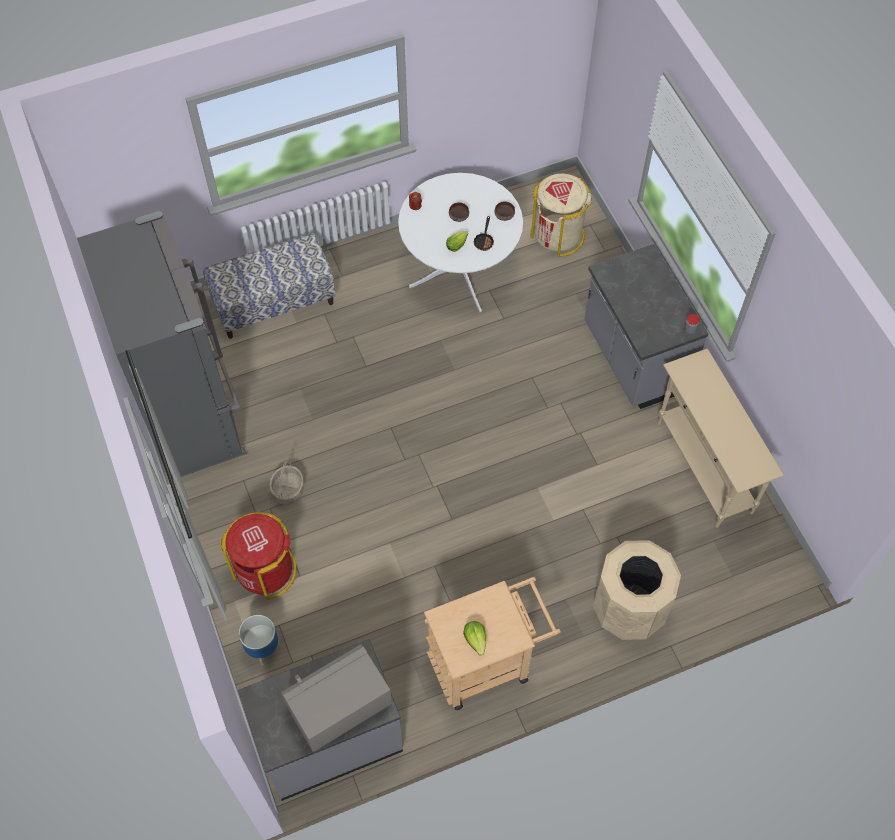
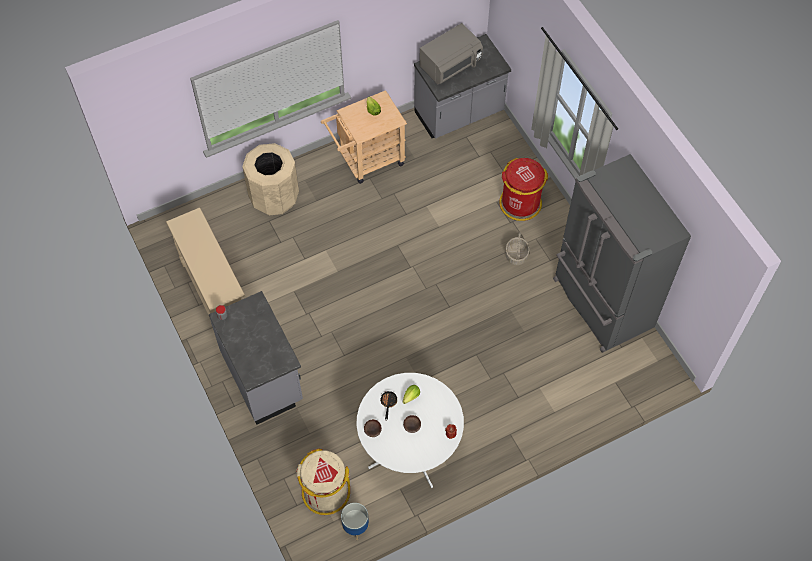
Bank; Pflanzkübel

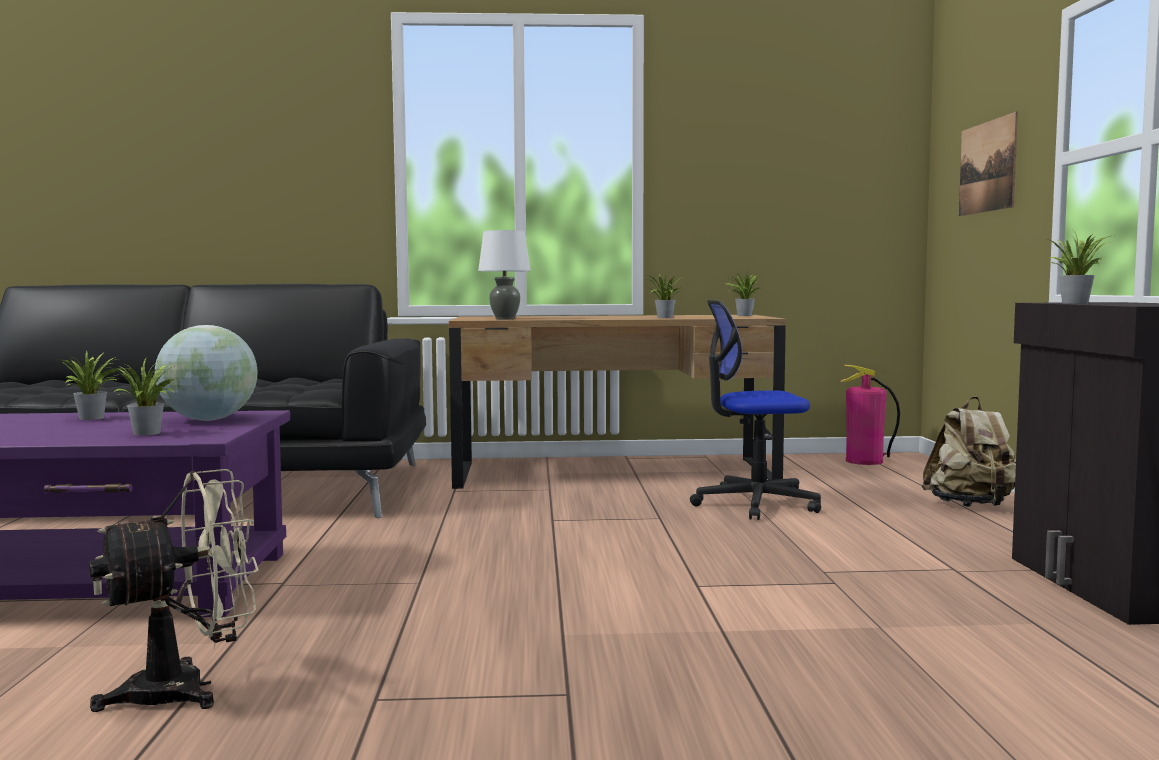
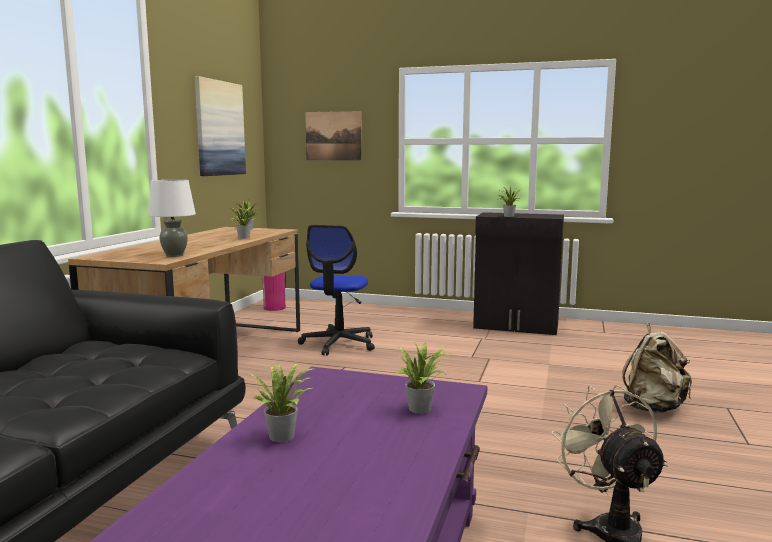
Globus; Bild (1st from left); Rucksack [beige]

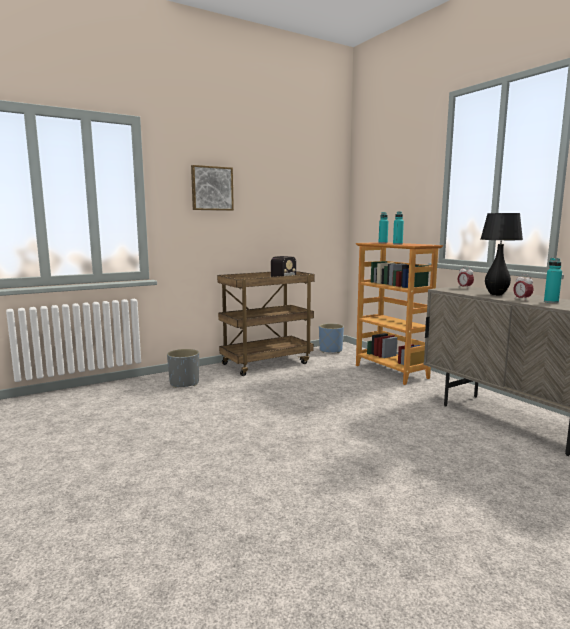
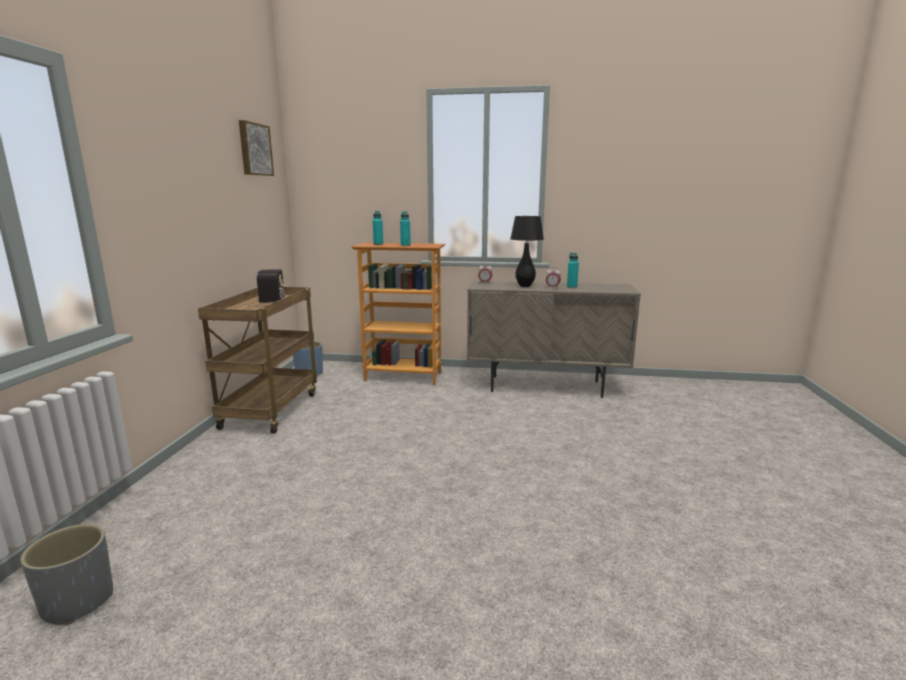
Pflanzkübel [grau]; Bild

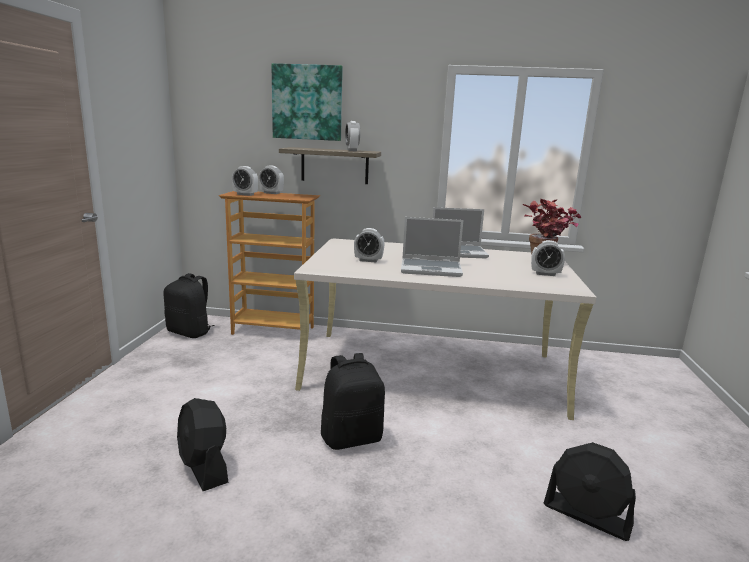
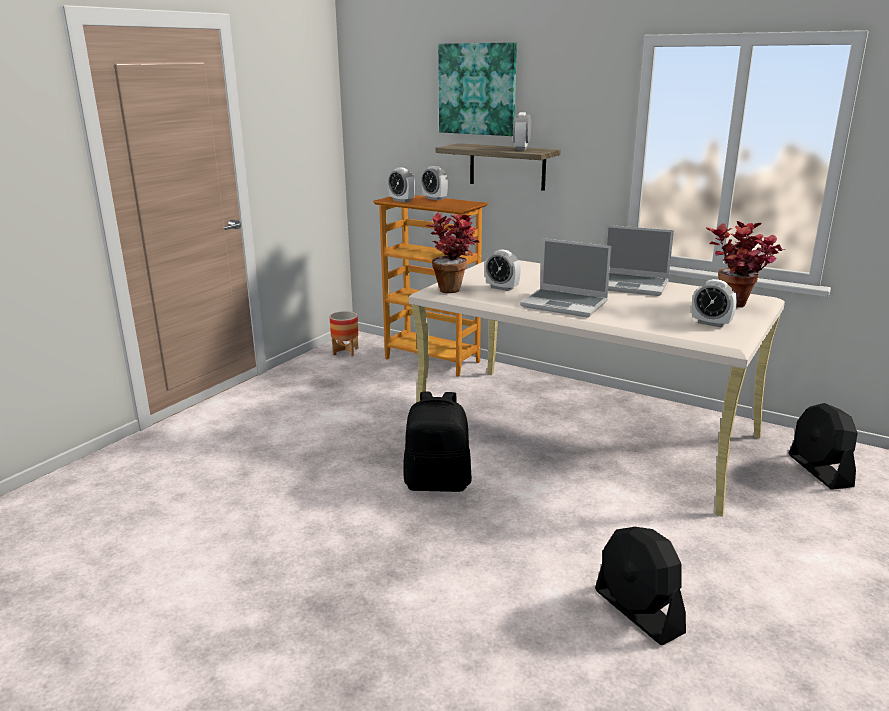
Topfpflanze (1st from left); Ventilator [schwarz] (2nd from left); Pflanzkübel

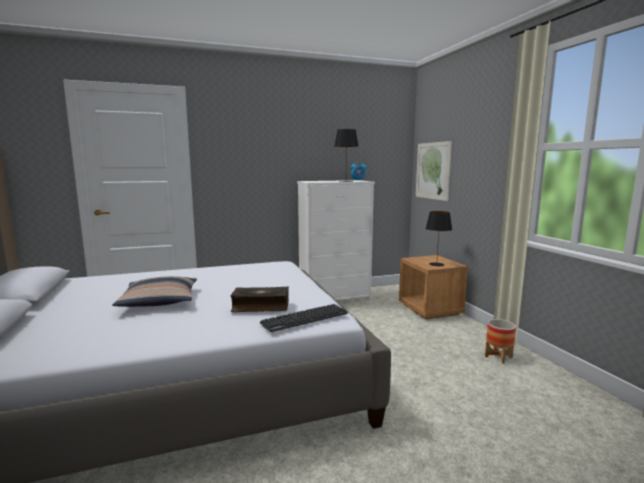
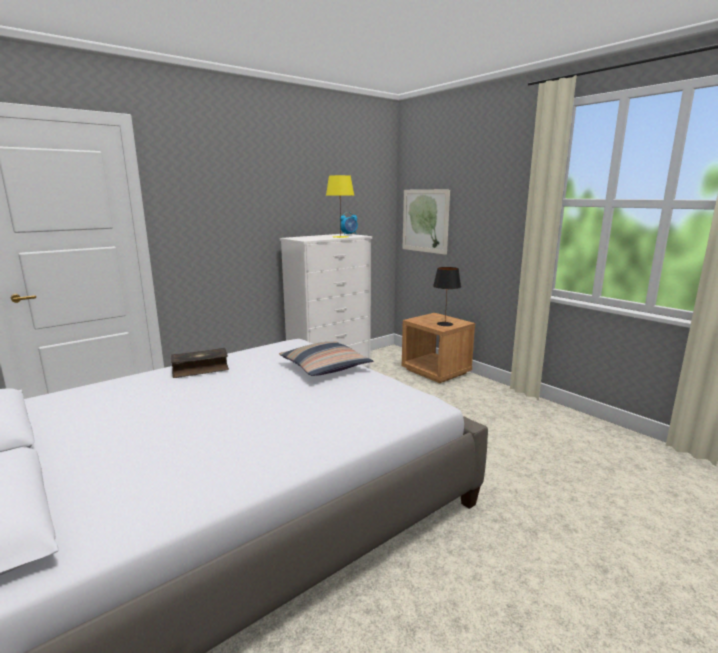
Tastatur; Pflanzkübel; Kissen; Buch; Tischlampe [gelb]

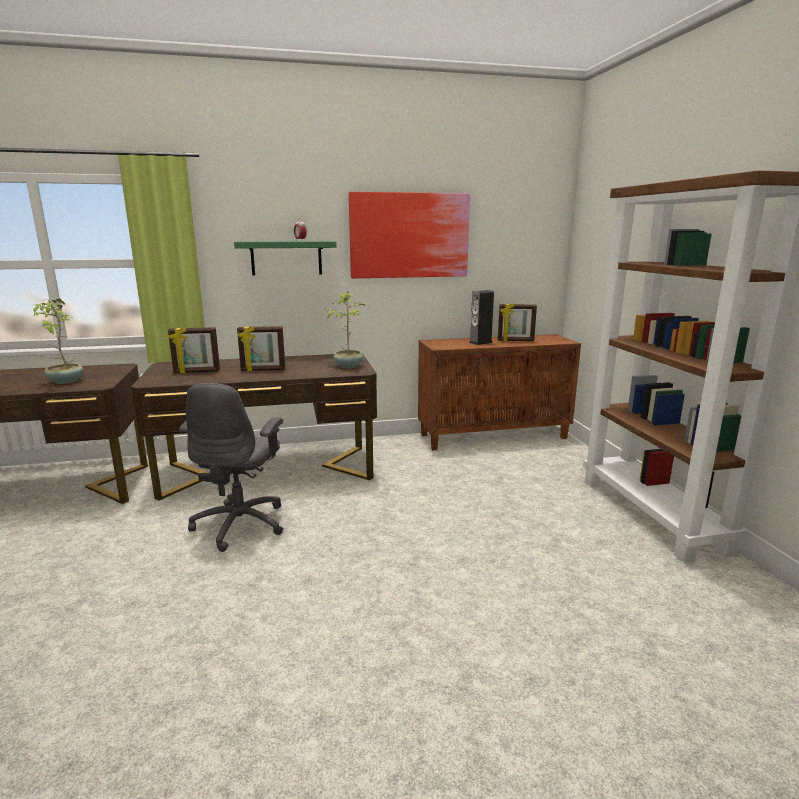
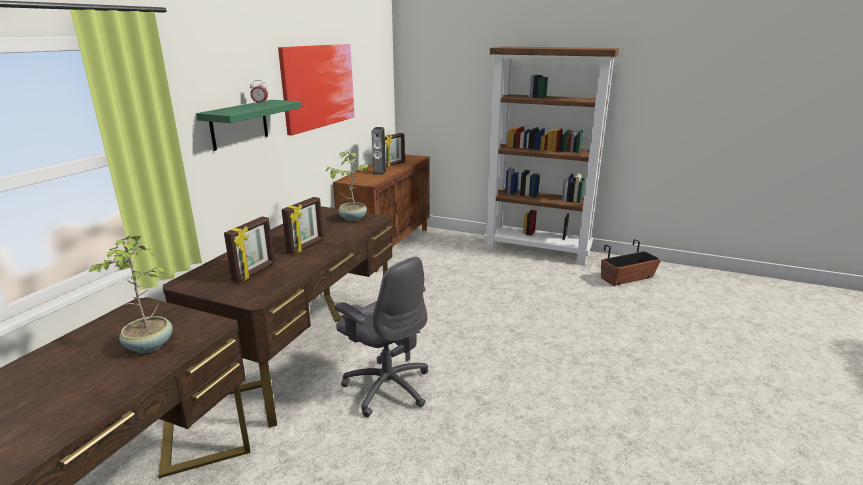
Pflanzkübel

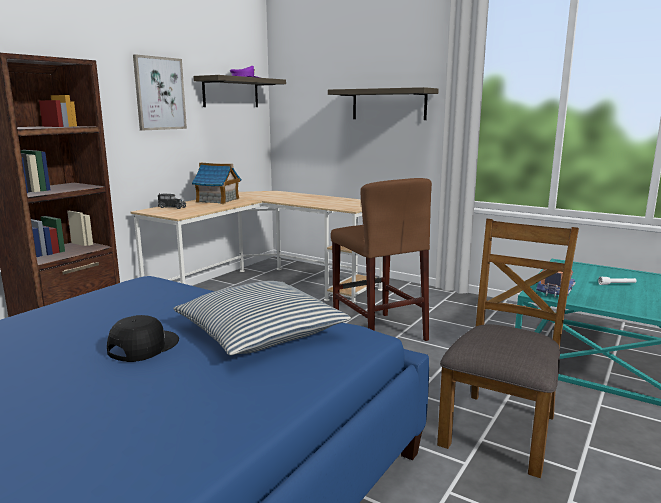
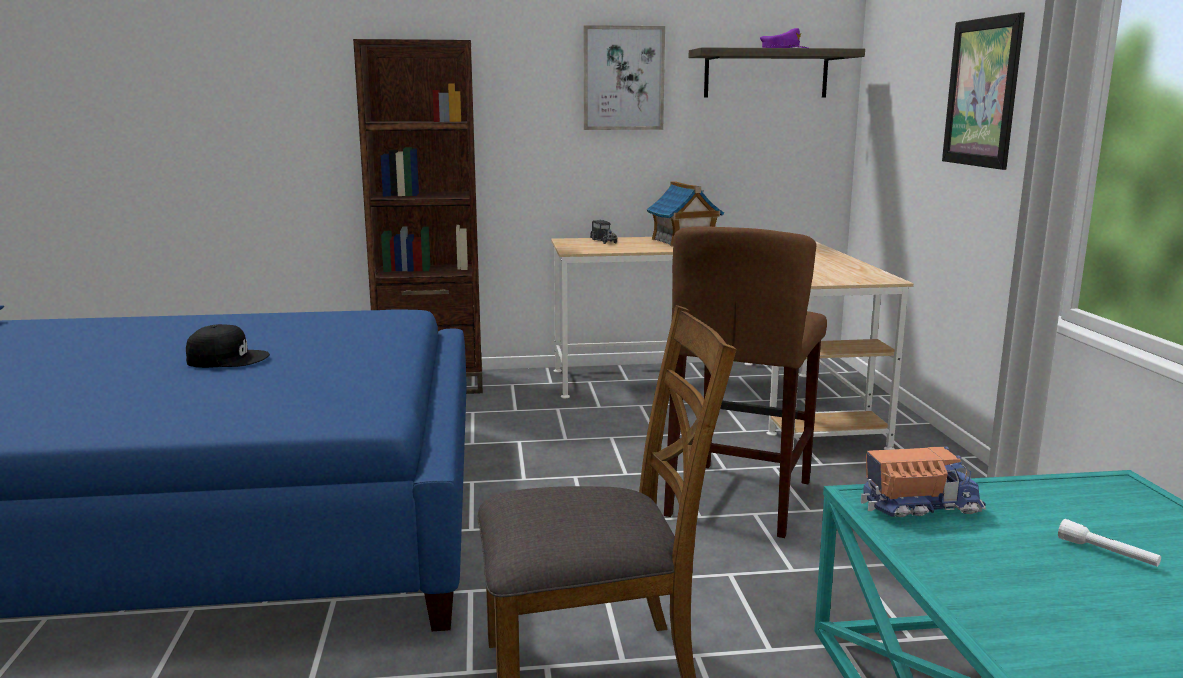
Kissen; Bild (2nd from left)

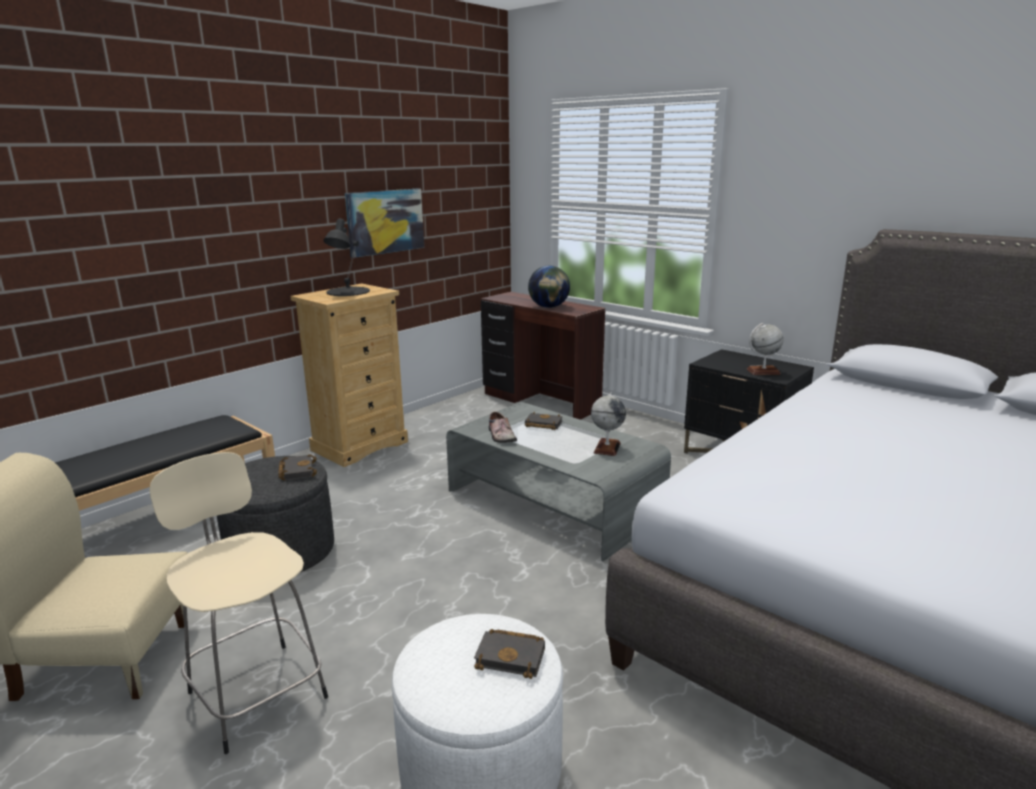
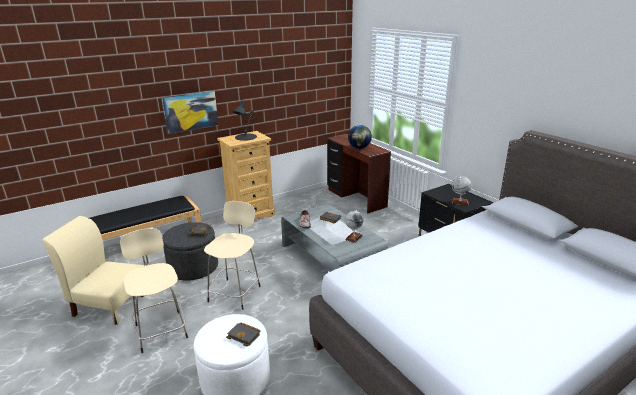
Hocker [beige] (2nd from left); Bild

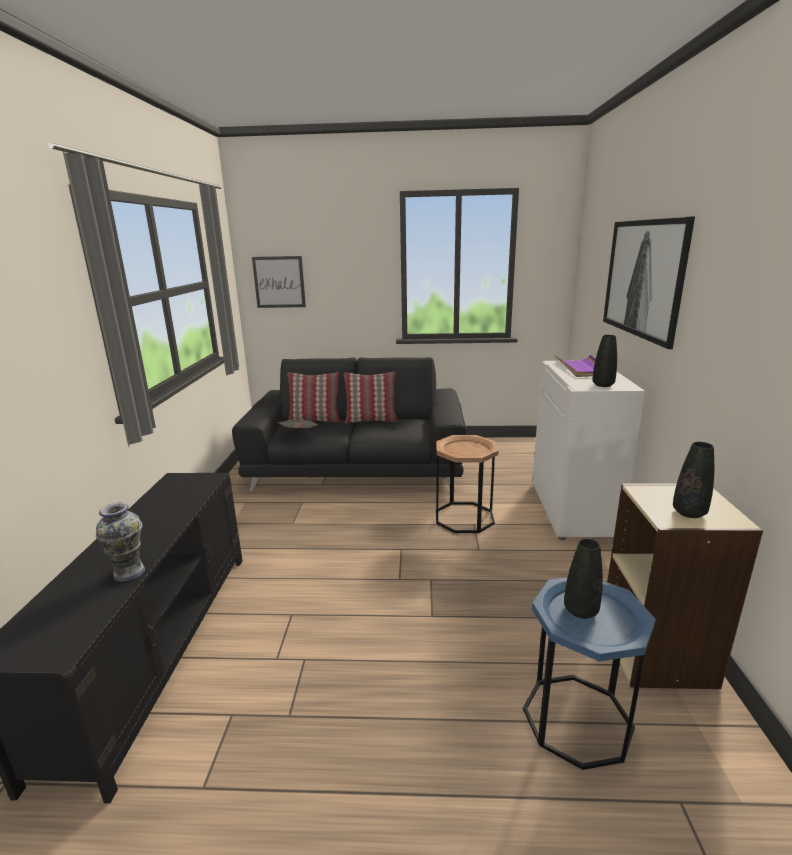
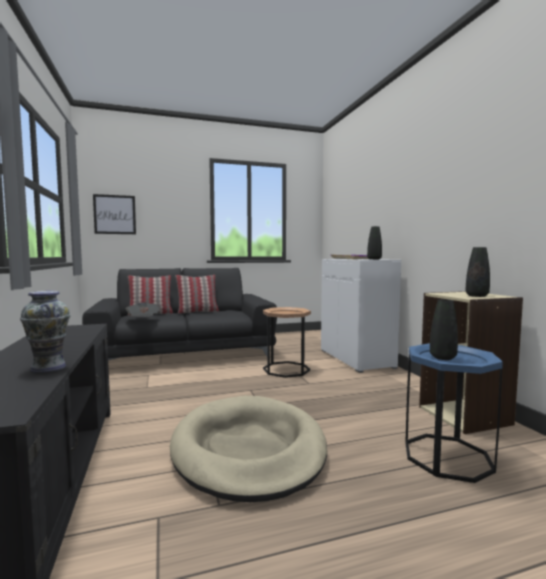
Bild (2nd from left in the first image); Hundebett [beige]

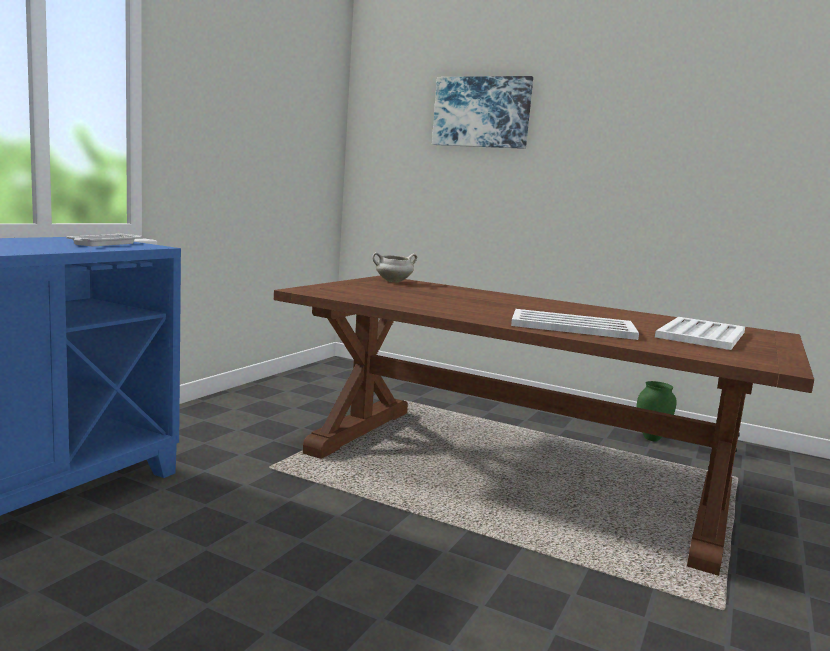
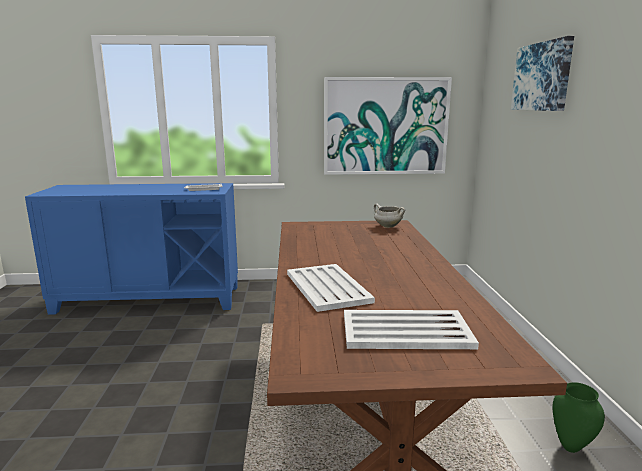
Bild (1st from left)

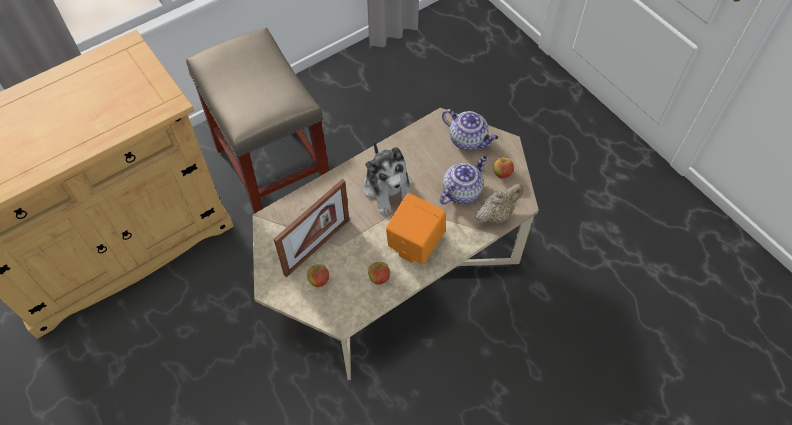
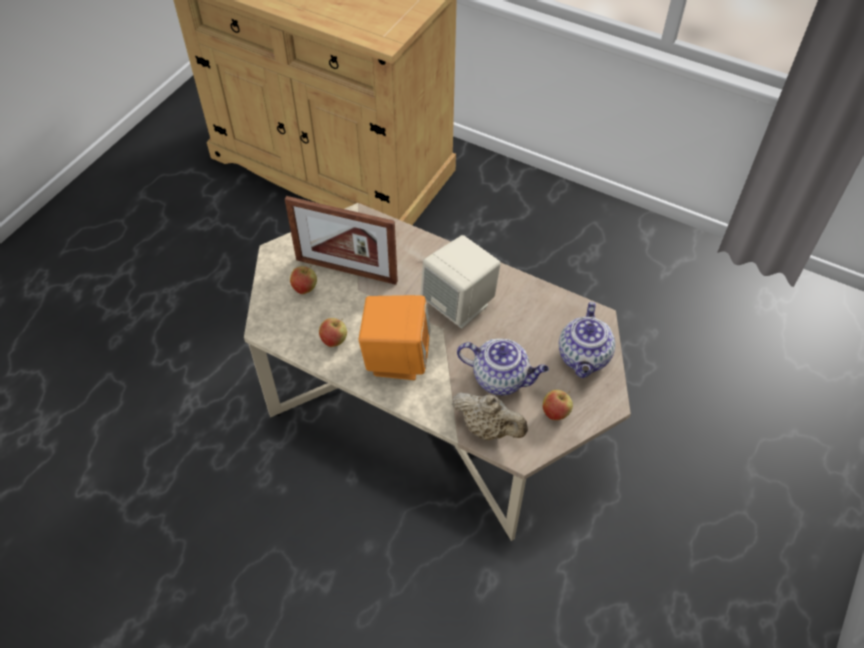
Hocker [beige]; Lautsprecher [beige]

